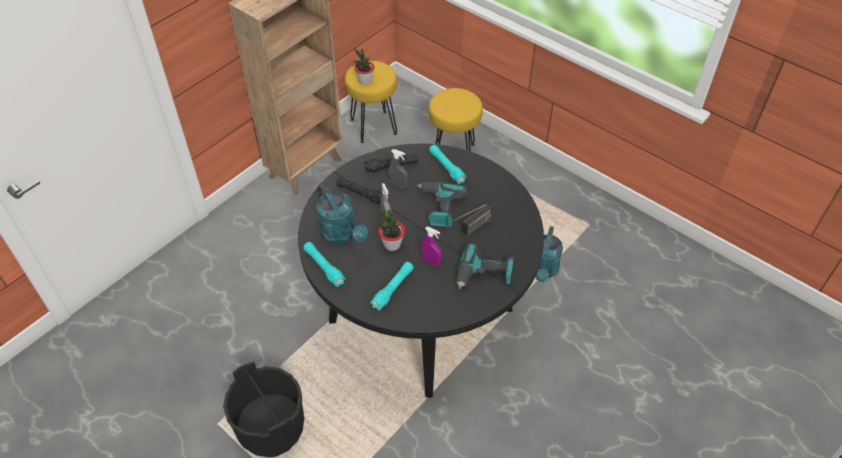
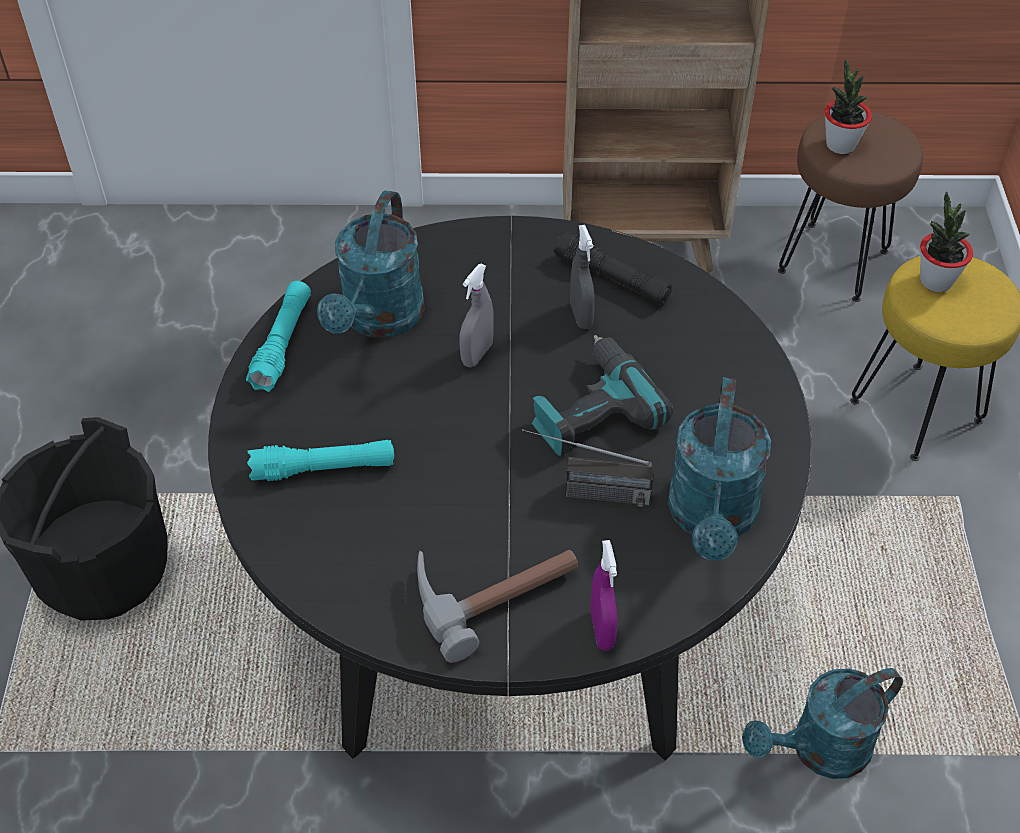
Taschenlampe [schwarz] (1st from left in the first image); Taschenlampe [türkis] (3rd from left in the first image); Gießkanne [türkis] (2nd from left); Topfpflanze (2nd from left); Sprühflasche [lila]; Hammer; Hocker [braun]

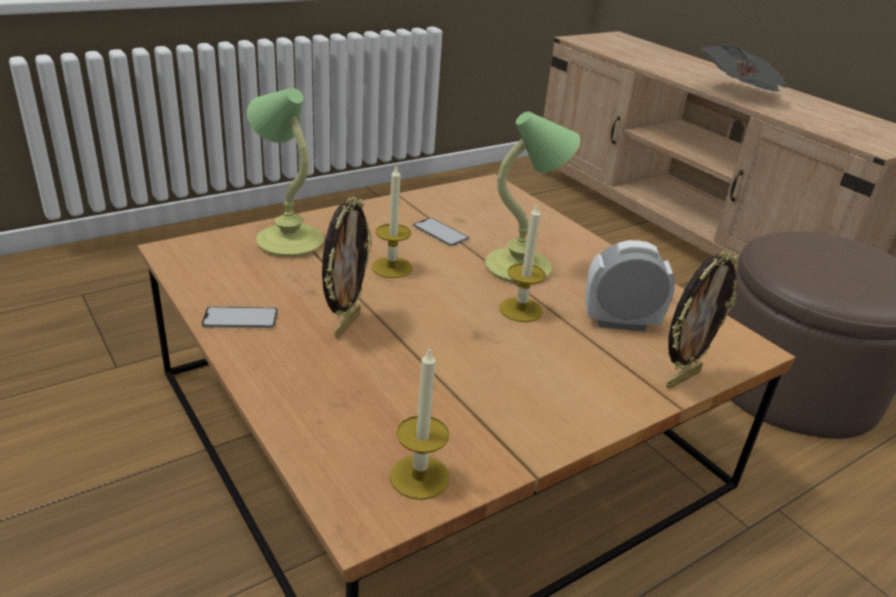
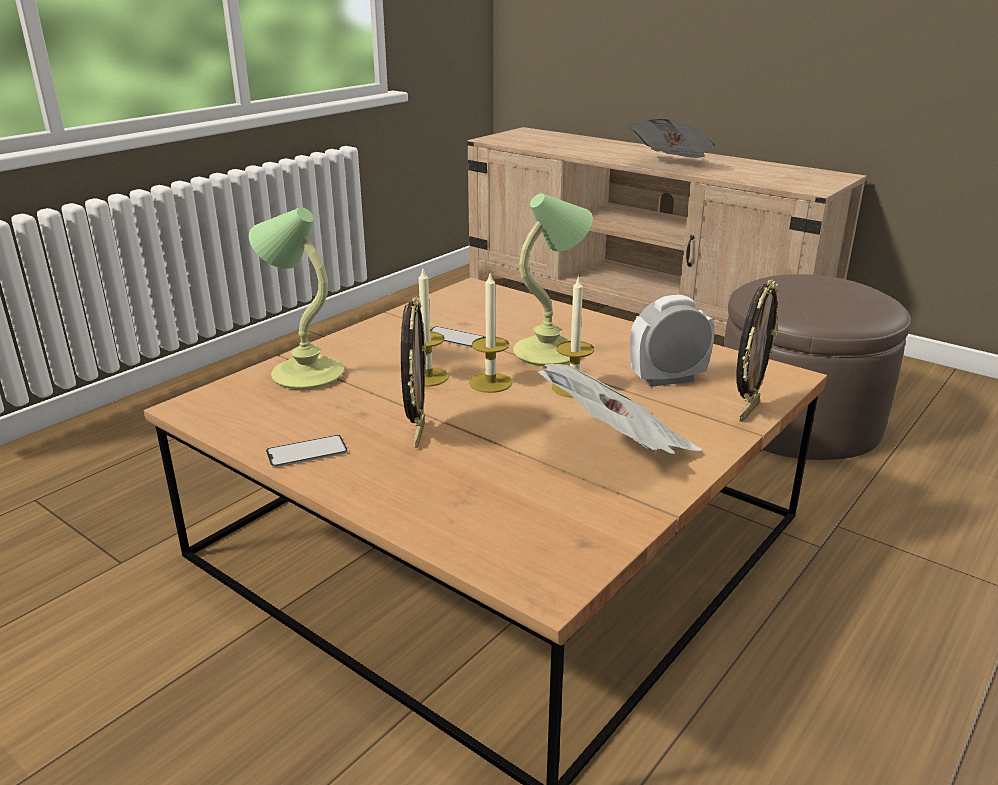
Zeitung (1st from left); Kerze (2nd from left)

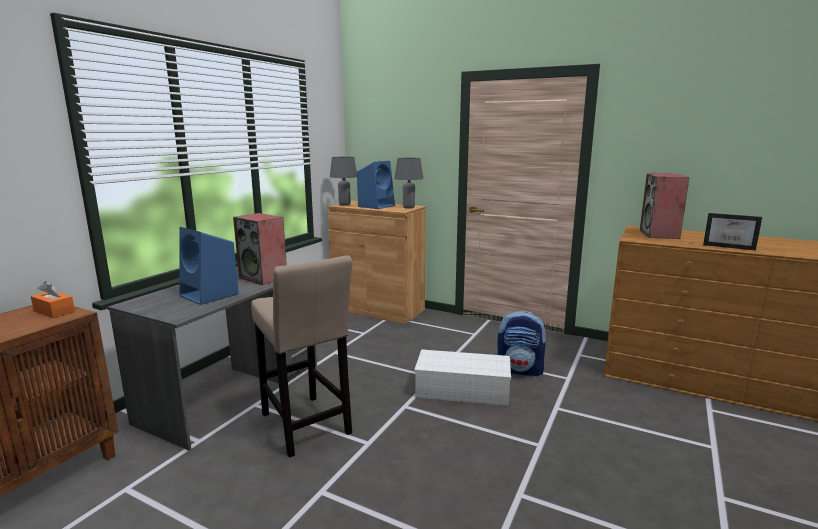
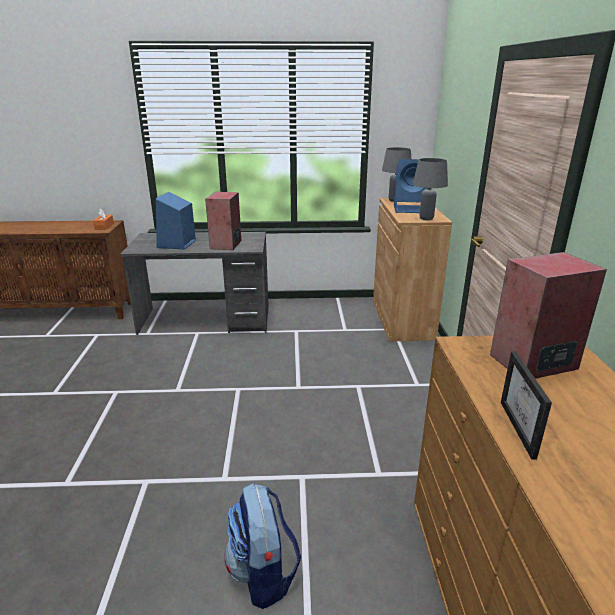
Hocker [beige]; Aufbewahrungsbox [weiß]; Rucksack

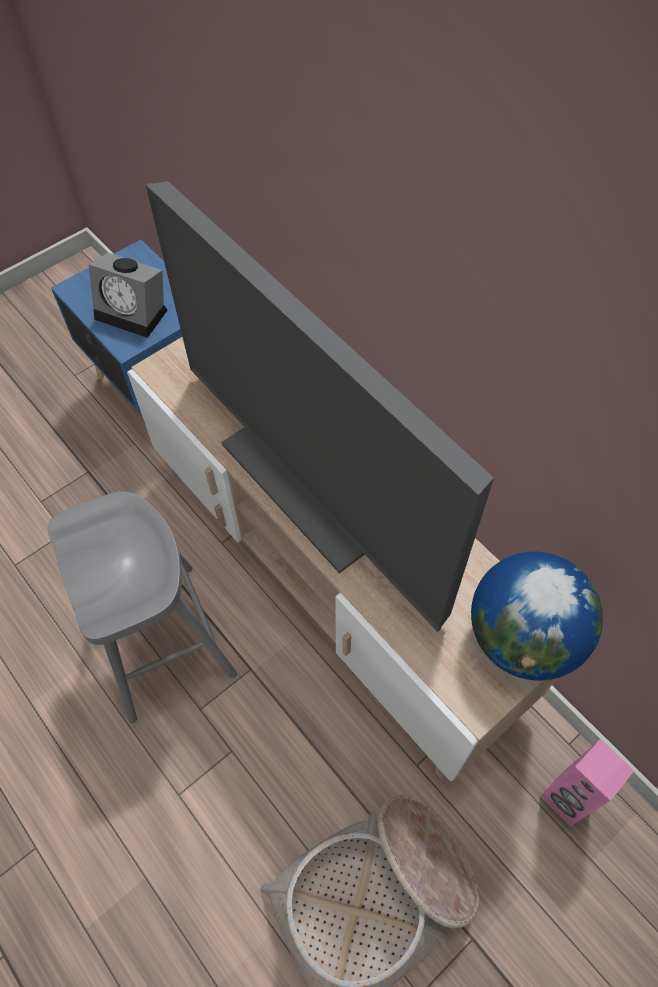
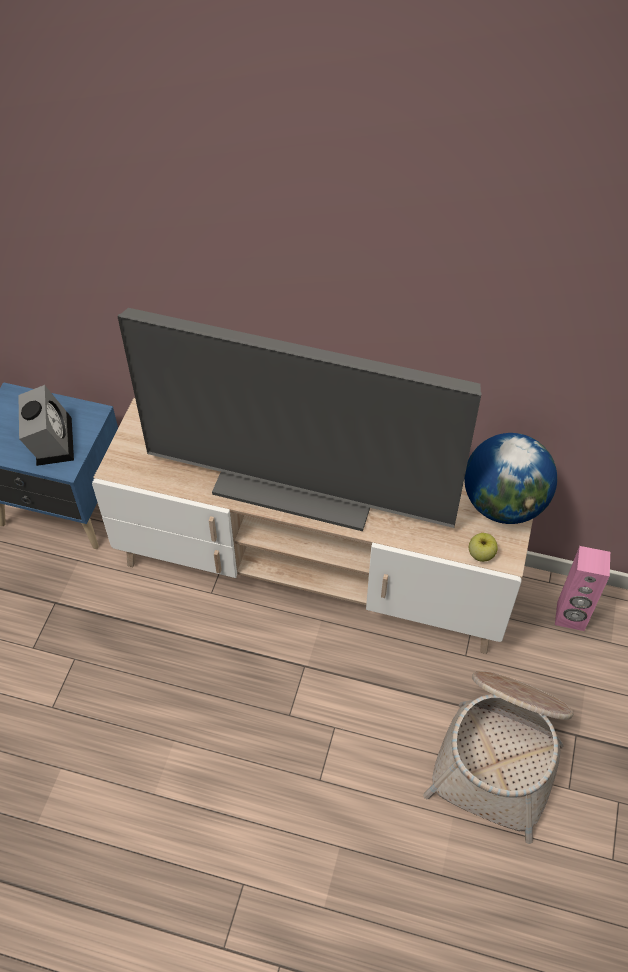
Hocker [grau]; Apfel; Wecker

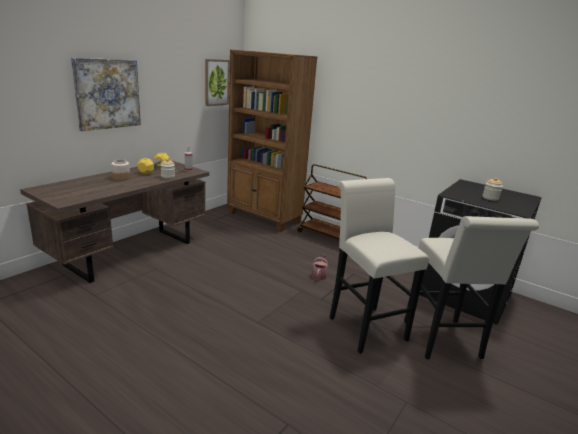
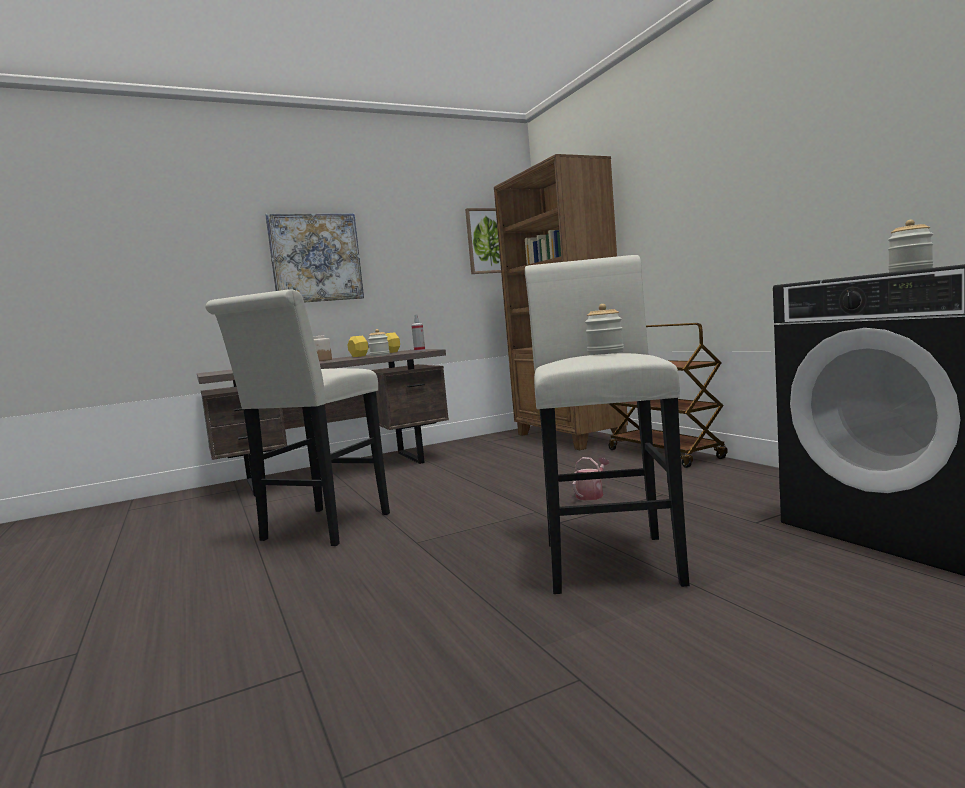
Vorratsglas (3rd from left); Hocker [weiß] (1st from left)

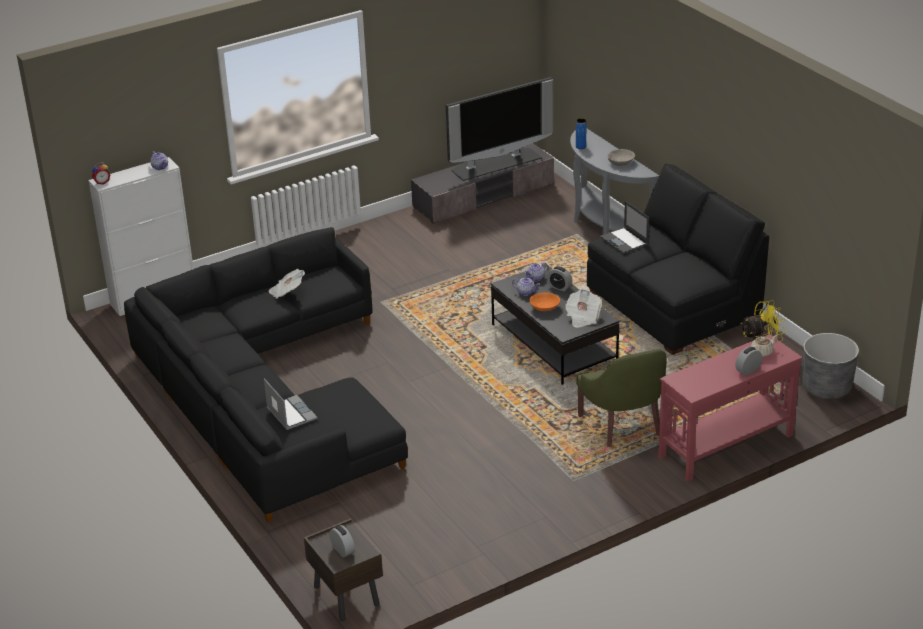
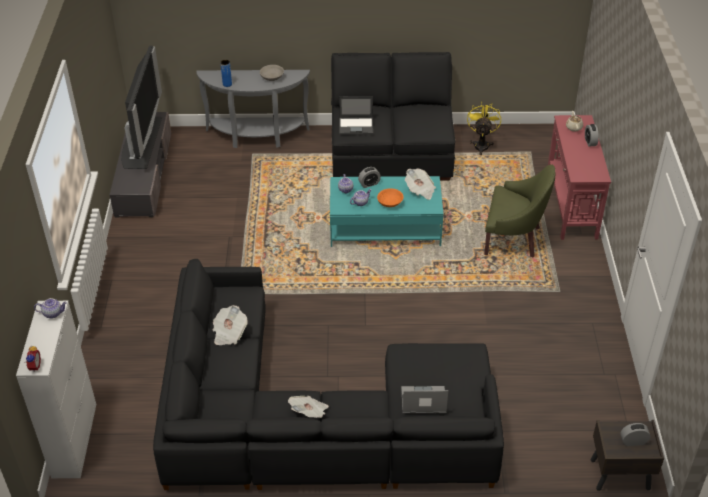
Pflanzkübel [grau]; Zeitung (2nd from left); Couchtisch [türkis]

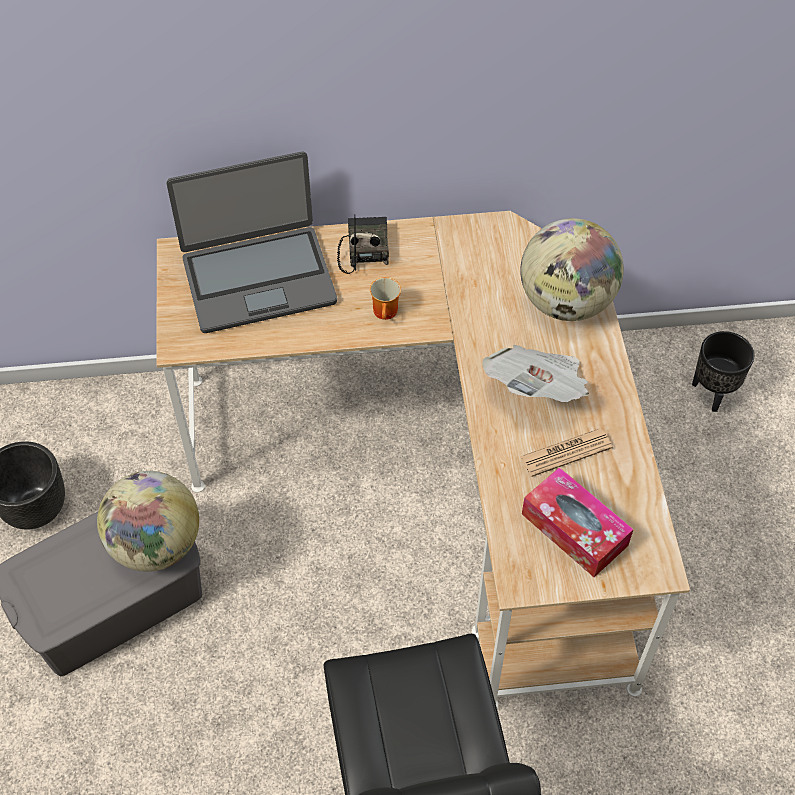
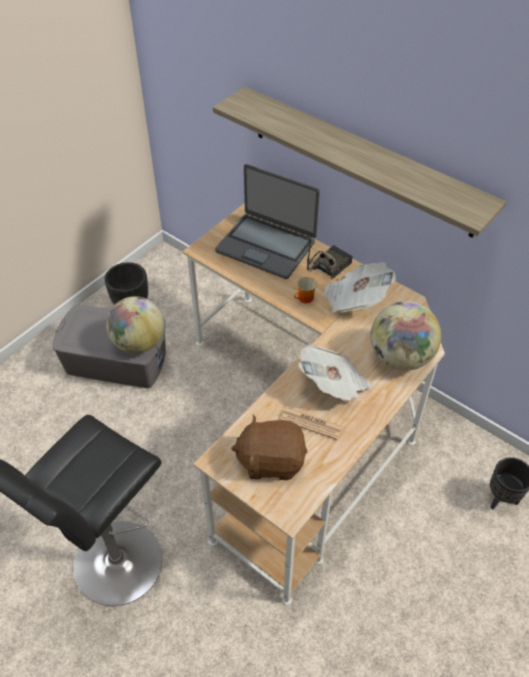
Wandregal; Zeitung (3rd from left); Plüschtier [braun]

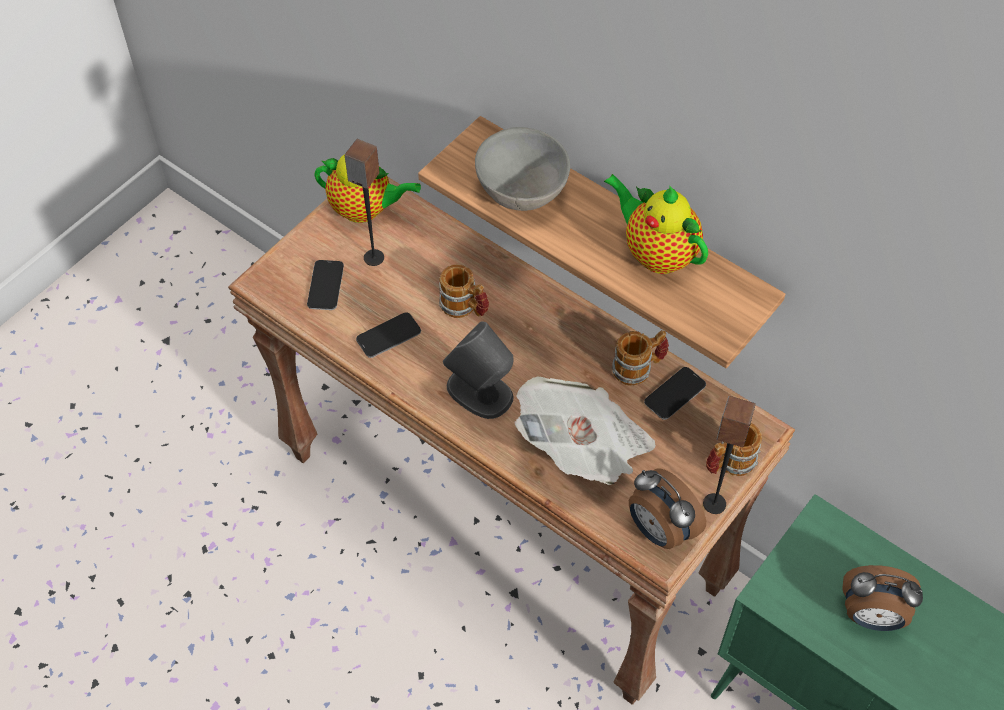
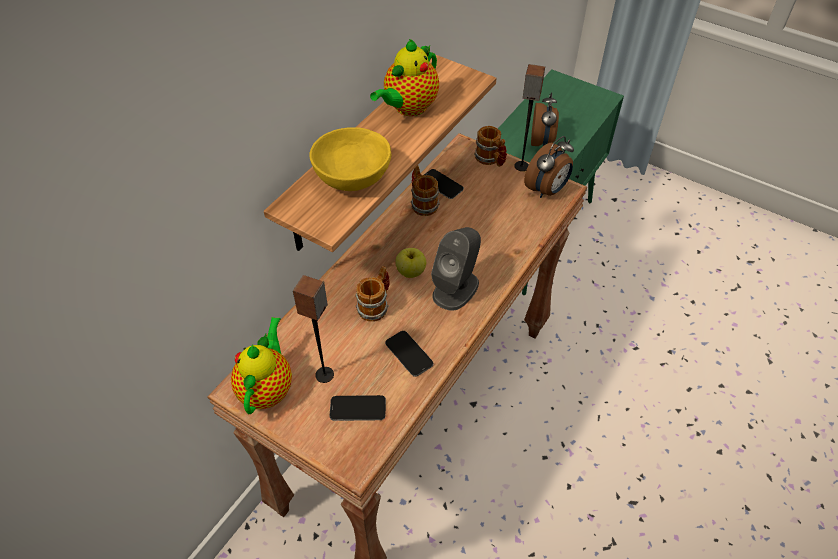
Zeitung; Apfel; Schüssel [gelb]

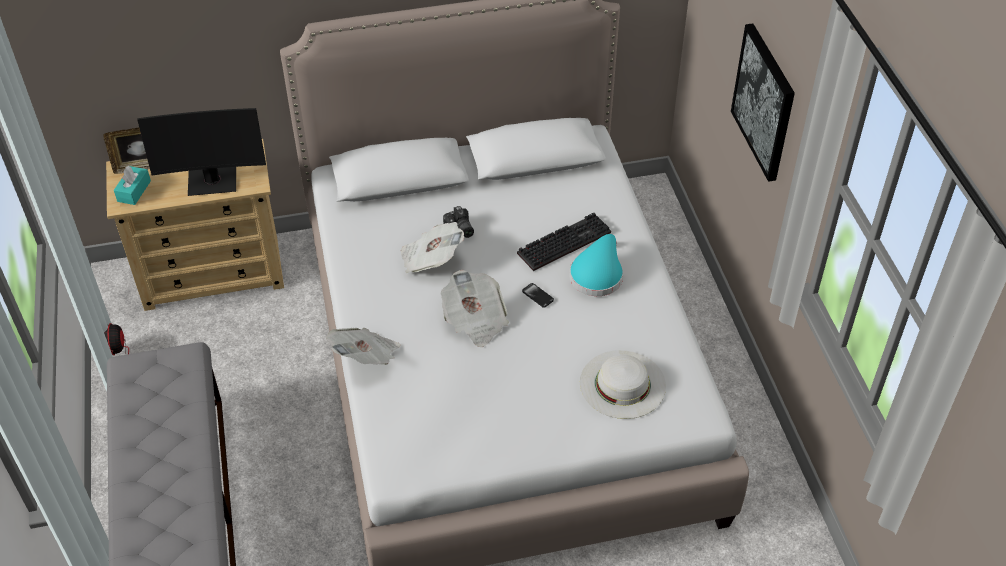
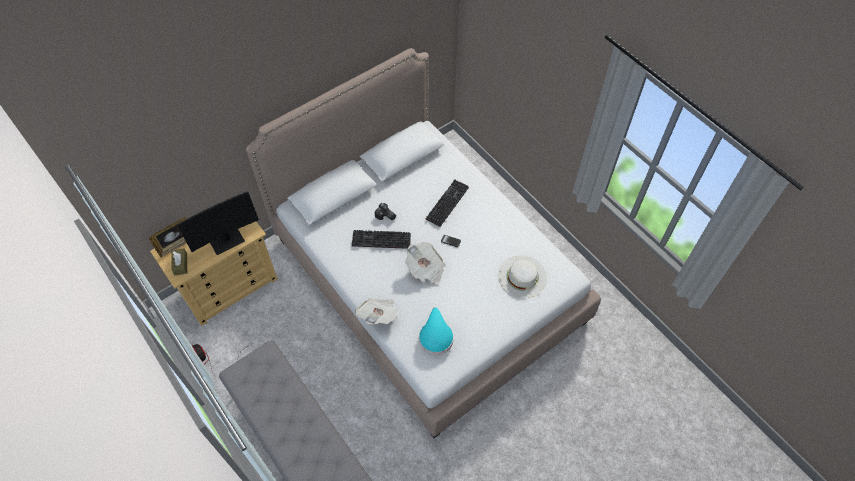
Bild; Hut [türkis]; Tastatur (1st from left); Taschentuchbox [braun]

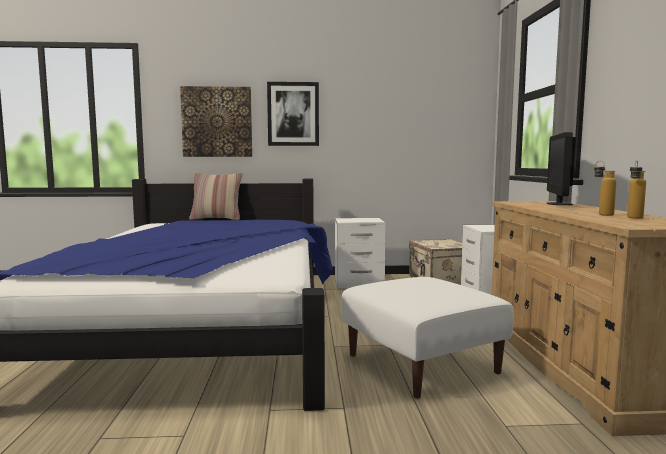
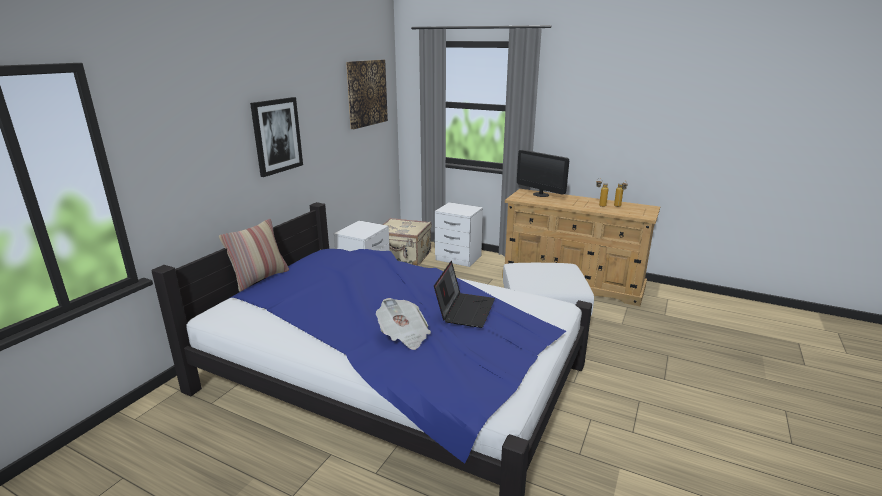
Zeitung; Laptop; Bild (2nd from left)

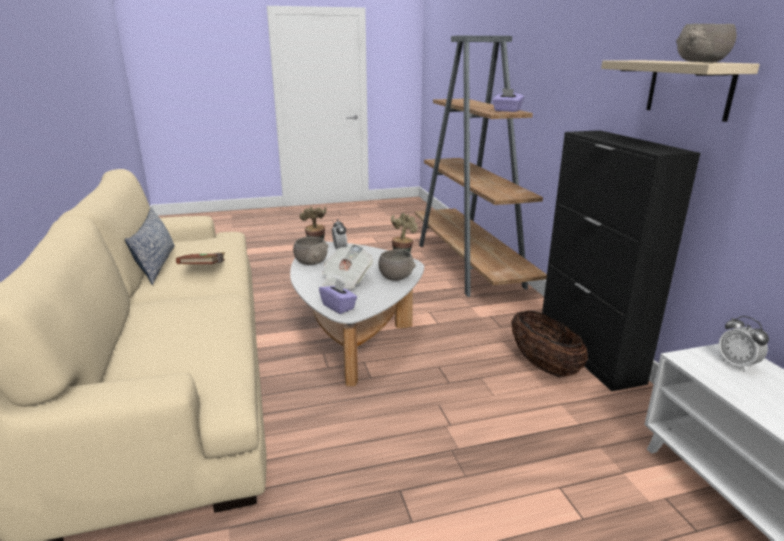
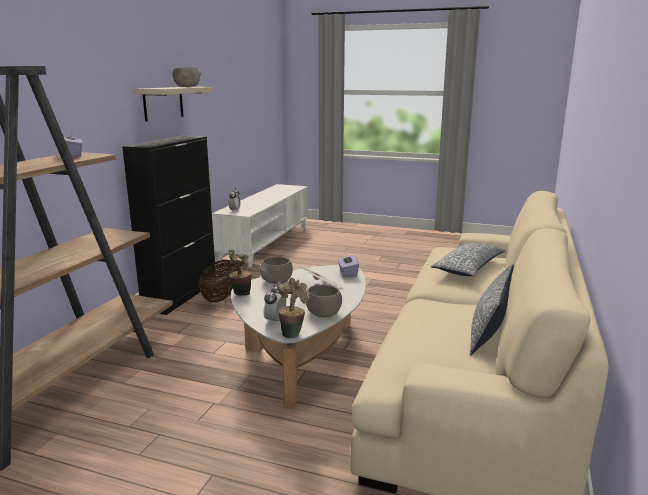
Buch [braun]; Kissen (1st from left)

